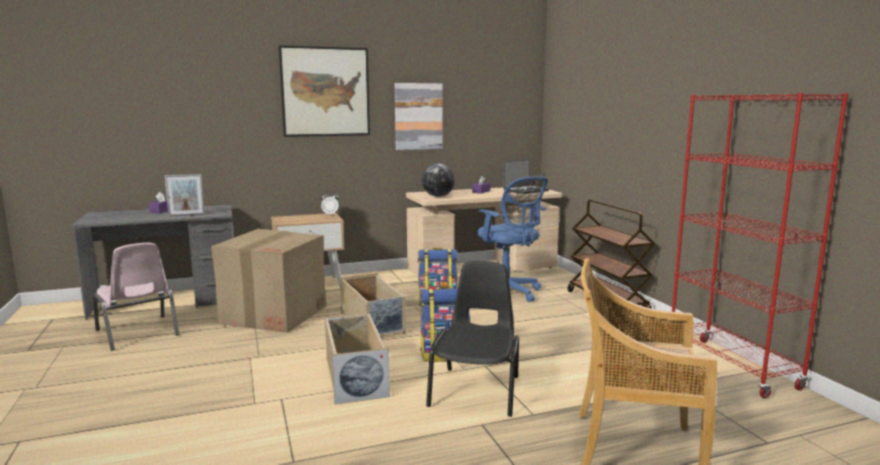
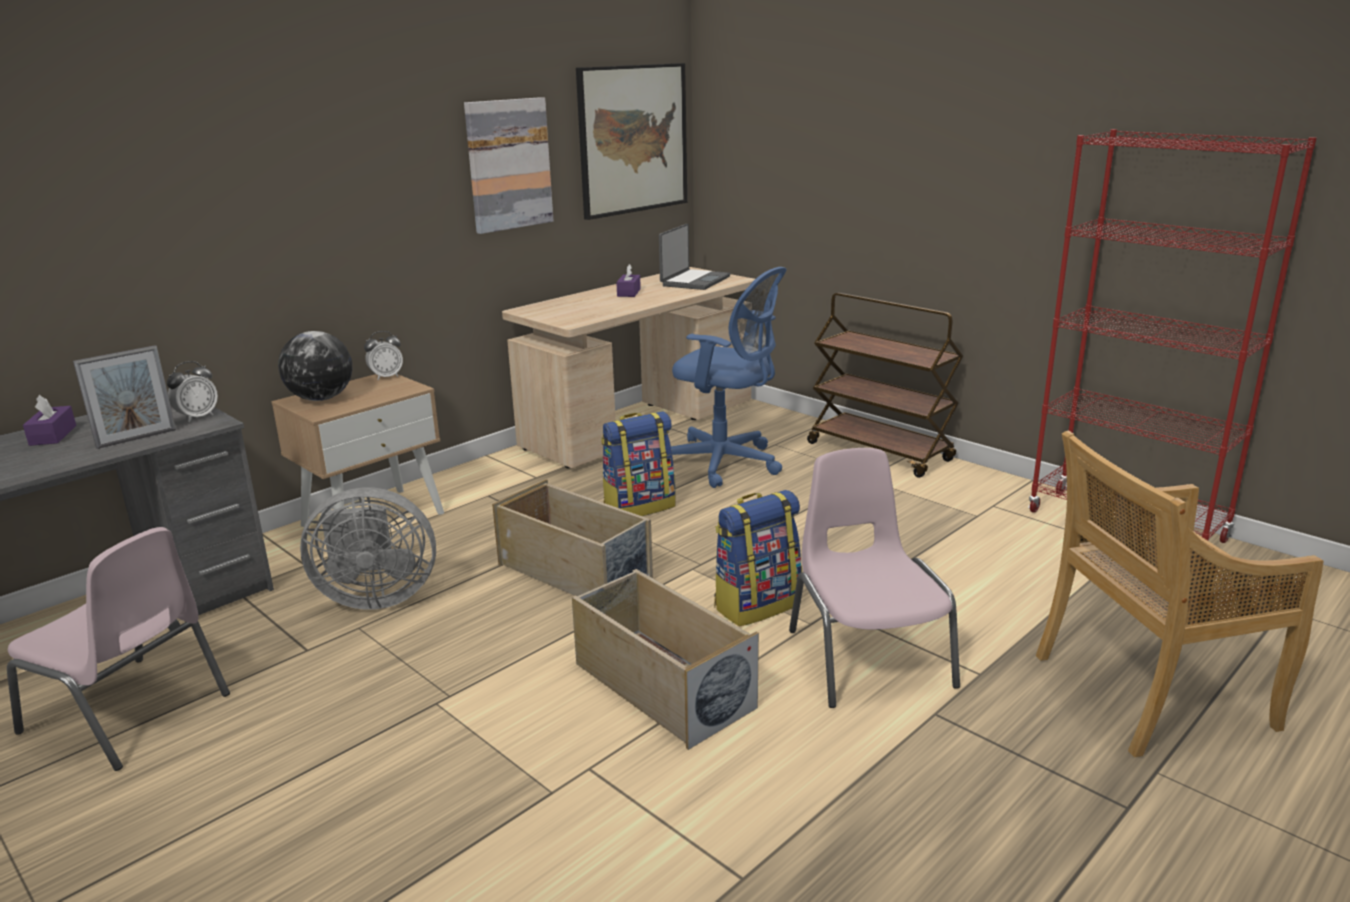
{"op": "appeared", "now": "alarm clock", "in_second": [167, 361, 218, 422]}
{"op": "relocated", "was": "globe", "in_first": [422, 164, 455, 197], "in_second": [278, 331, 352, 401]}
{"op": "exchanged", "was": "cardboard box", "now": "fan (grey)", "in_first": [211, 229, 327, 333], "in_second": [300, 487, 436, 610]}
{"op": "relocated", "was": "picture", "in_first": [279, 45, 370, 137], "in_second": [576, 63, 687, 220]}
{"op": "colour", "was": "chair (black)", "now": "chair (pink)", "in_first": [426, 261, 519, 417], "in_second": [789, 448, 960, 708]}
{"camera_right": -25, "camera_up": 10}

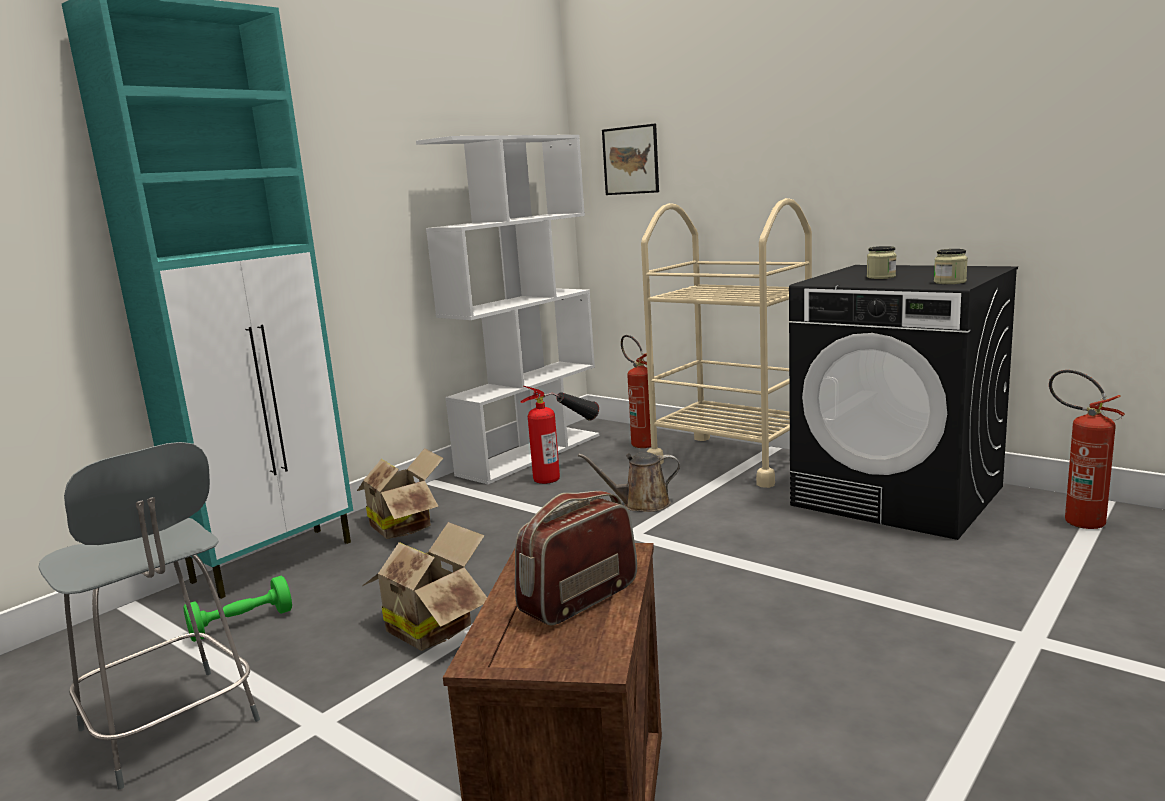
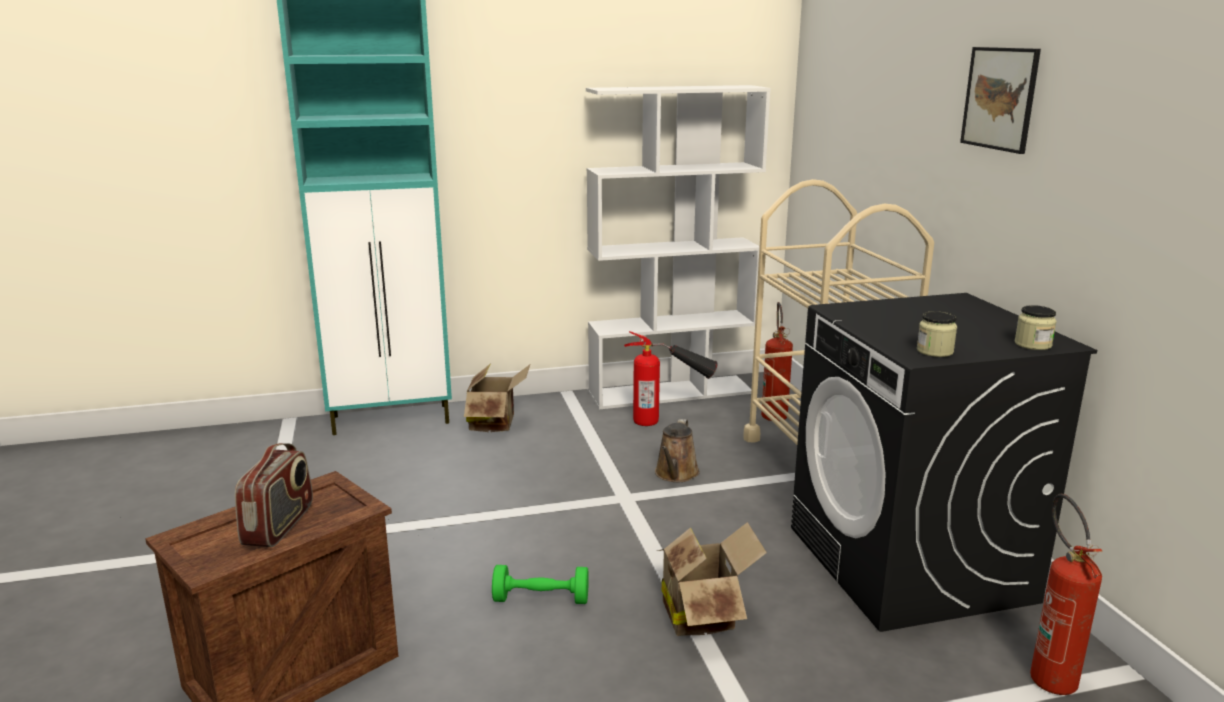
{"op": "spun", "was": "radio", "in_first": [515, 491, 637, 626], "in_second": [235, 443, 313, 547], "clockwise": 105}
{"op": "relocated", "was": "dumbbell (green)", "in_first": [183, 576, 292, 642], "in_second": [492, 565, 589, 604]}
{"op": "spun", "was": "watering can (brown)", "in_first": [578, 452, 680, 512], "in_second": [655, 419, 700, 482], "clockwise": -105}
{"op": "relocated", "was": "cardboard box", "in_first": [361, 522, 487, 651], "in_second": [657, 522, 767, 636]}
{"op": "relocated", "was": "picture", "in_first": [602, 124, 659, 195], "in_second": [960, 47, 1041, 154]}
{"op": "relocated", "was": "jar", "in_first": [867, 246, 896, 279], "in_second": [1015, 305, 1057, 350]}
{"op": "missing", "was": "chair (grey)", "in_first": [38, 442, 260, 789]}
{"camera_right": 35, "camera_up": 5}

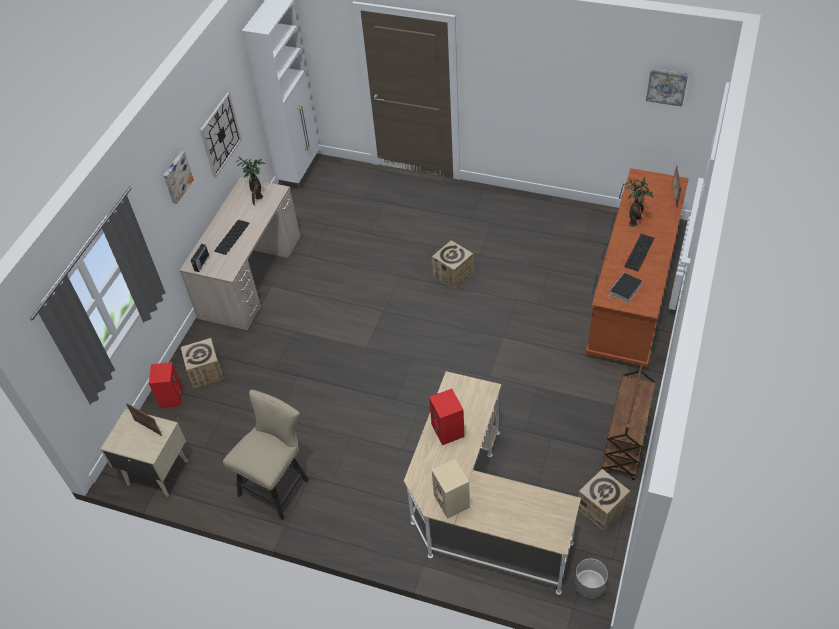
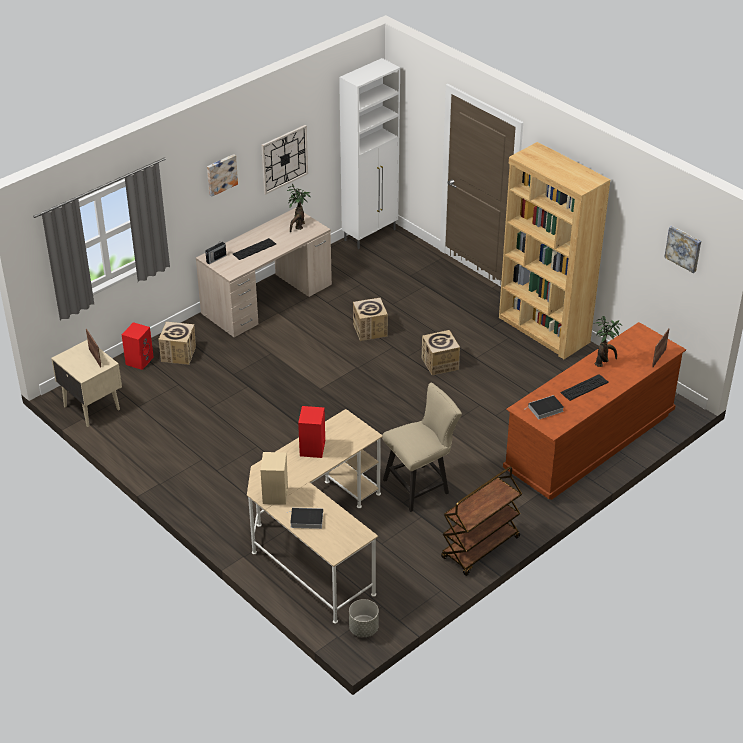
{"op": "appeared", "now": "book", "in_second": [287, 508, 323, 529]}
{"op": "relocated", "was": "cardboard box", "in_first": [578, 469, 630, 531], "in_second": [353, 298, 388, 341]}
{"op": "relocated", "was": "chair (beige)", "in_first": [223, 390, 309, 520], "in_second": [382, 383, 462, 512]}
{"op": "appeared", "now": "bookcase (brown)", "in_second": [499, 142, 611, 359]}
{"camera_right": 25, "camera_up": -10}

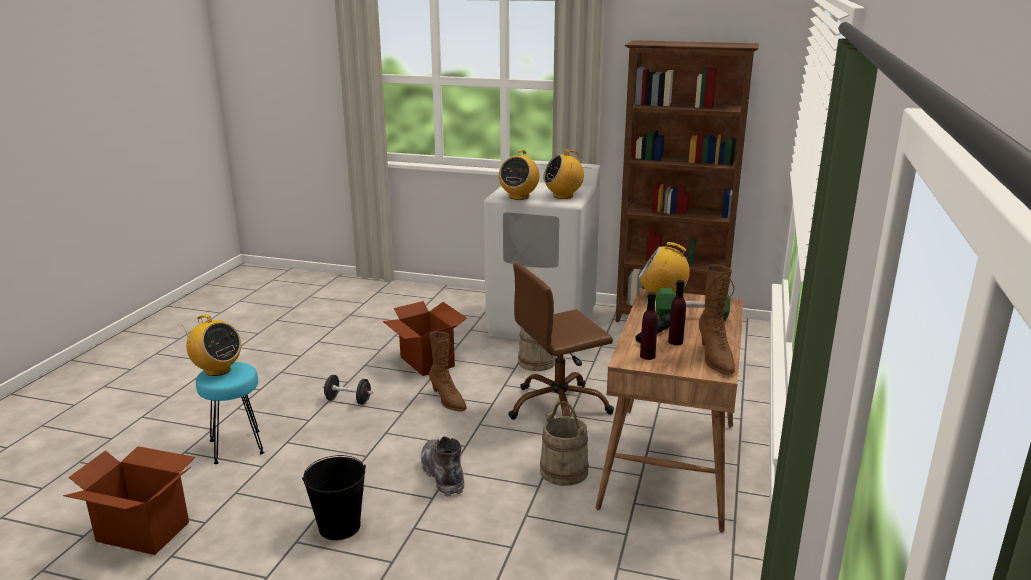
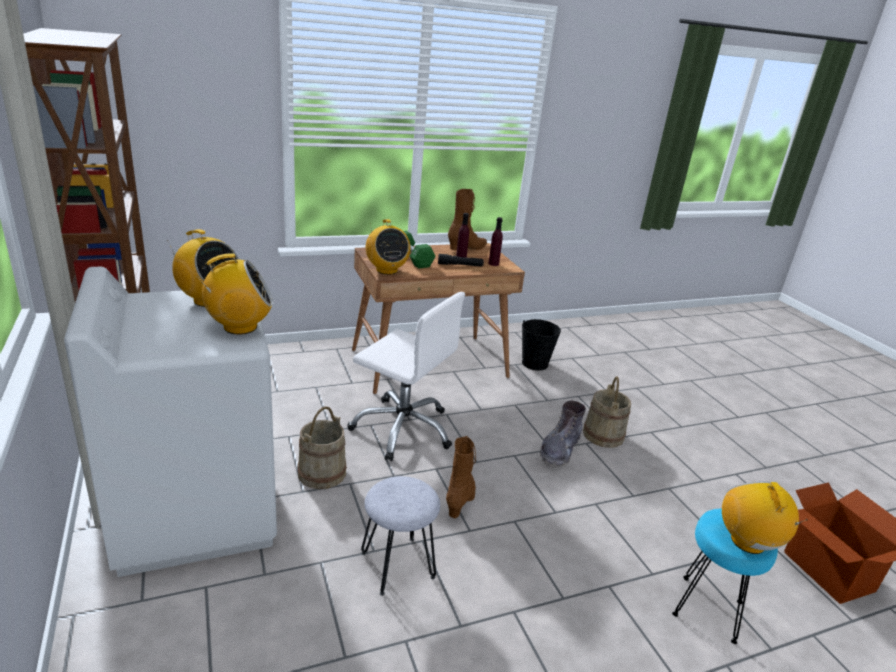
{"op": "colour", "was": "office chair (brown)", "now": "office chair (white)", "in_first": [508, 263, 614, 420], "in_second": [348, 292, 465, 461]}
{"op": "exchanged", "was": "cardboard box", "now": "stool (grey)", "in_first": [382, 301, 467, 376], "in_second": [361, 476, 440, 596]}
{"op": "relocated", "was": "bucket (black)", "in_first": [302, 455, 366, 540], "in_second": [522, 319, 561, 370]}
{"op": "relocated", "was": "bucket (beige)", "in_first": [540, 401, 589, 486], "in_second": [583, 376, 631, 448]}
{"op": "missing", "was": "dumbbell (black)", "in_first": [322, 375, 373, 405]}
{"camera_right": -130, "camera_up": 5}

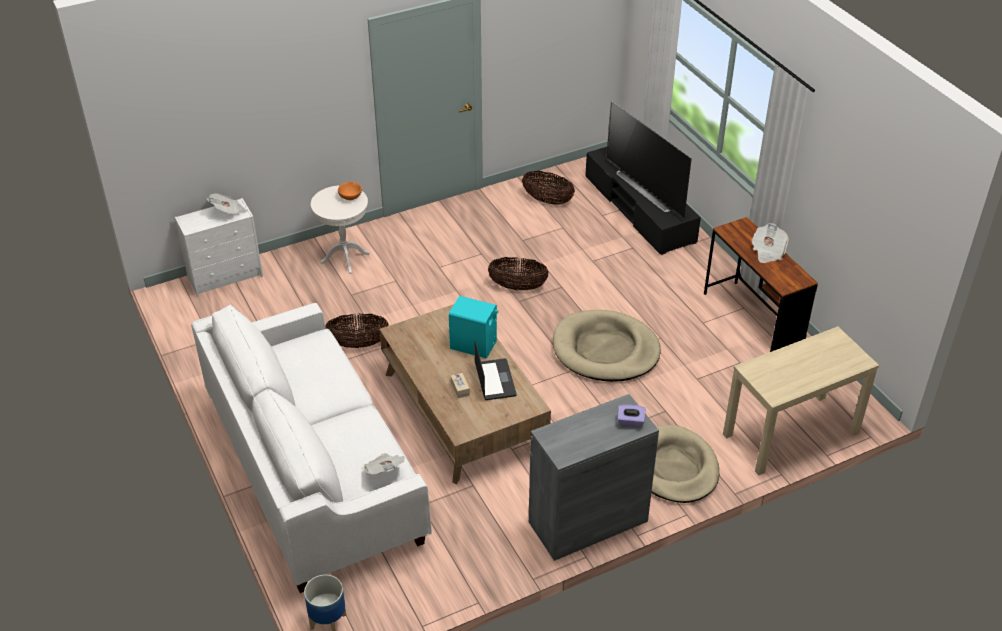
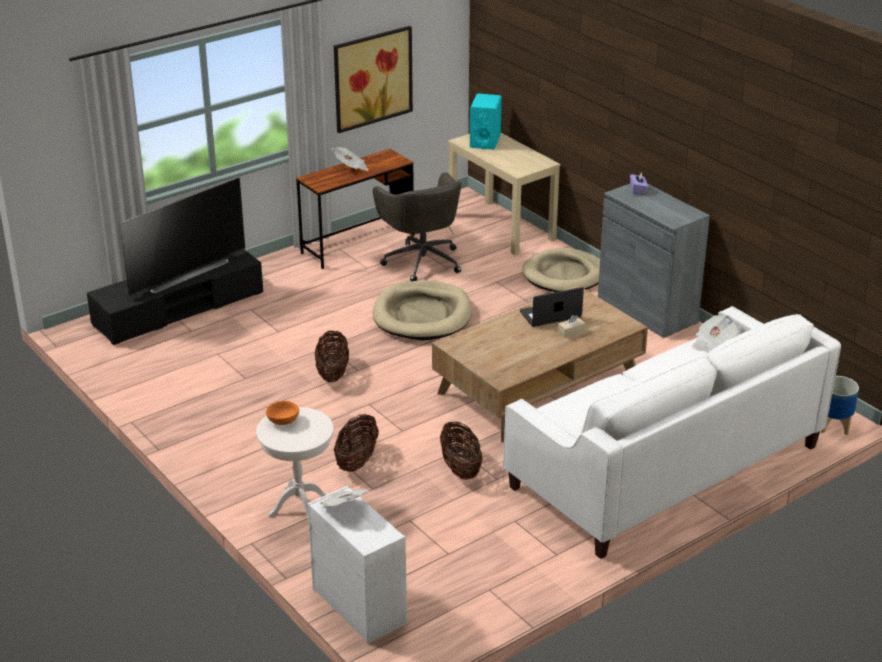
{"op": "appeared", "now": "picture", "in_second": [334, 26, 413, 133]}
{"op": "relocated", "was": "basket", "in_first": [522, 171, 575, 204], "in_second": [334, 414, 379, 472]}
{"op": "appeared", "now": "office chair (grey)", "in_second": [373, 173, 462, 281]}
{"op": "relocated", "was": "speaker (turquoise)", "in_first": [449, 296, 498, 358], "in_second": [470, 93, 502, 150]}
{"camera_right": -100, "camera_up": -10}

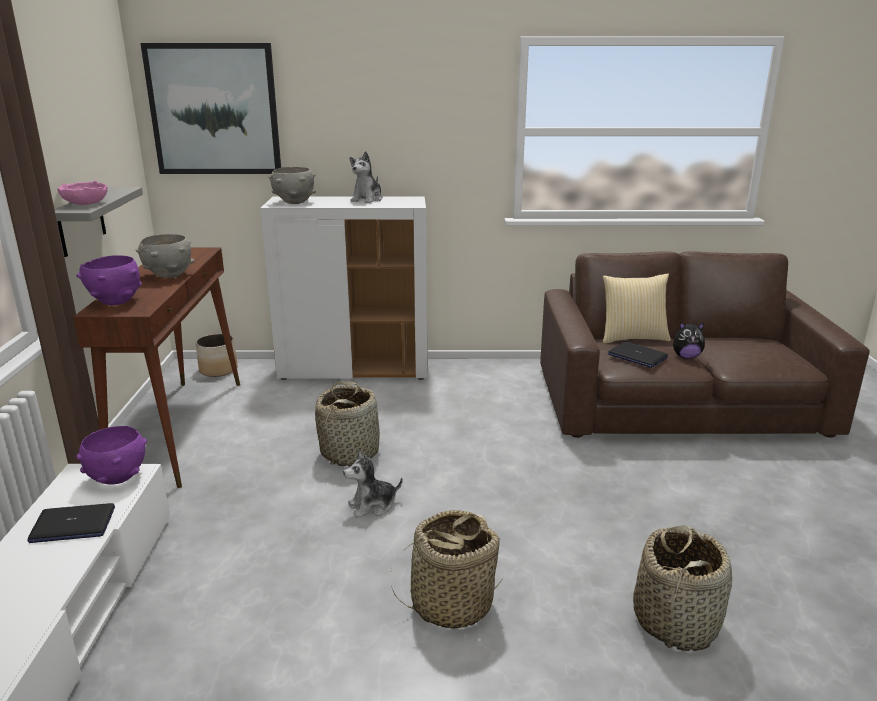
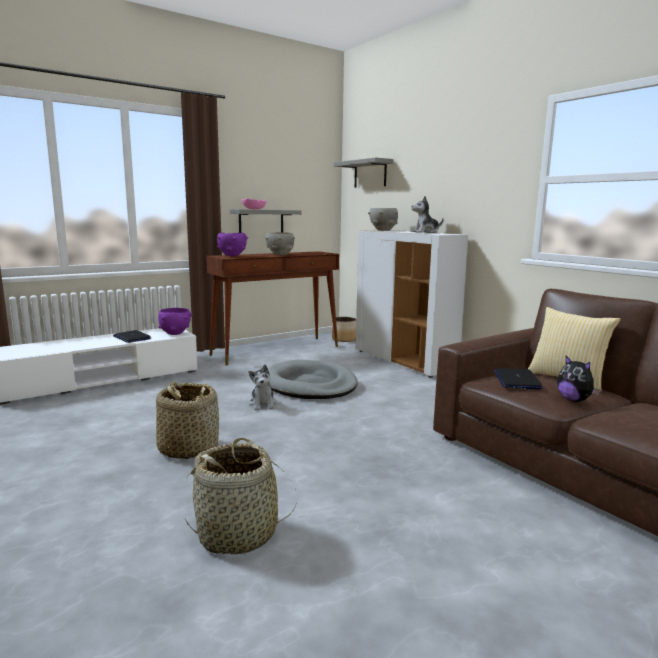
{"op": "spun", "was": "plush toy", "in_first": [343, 451, 402, 518], "in_second": [248, 365, 276, 410], "clockwise": -135}
{"op": "exchanged", "was": "basket", "now": "dog bed (grey)", "in_first": [315, 381, 380, 466], "in_second": [268, 360, 358, 399]}
{"op": "exchanged", "was": "picture", "now": "shelf (grey)", "in_first": [140, 43, 281, 174], "in_second": [334, 157, 393, 188]}
{"camera_right": 55, "camera_up": -10}

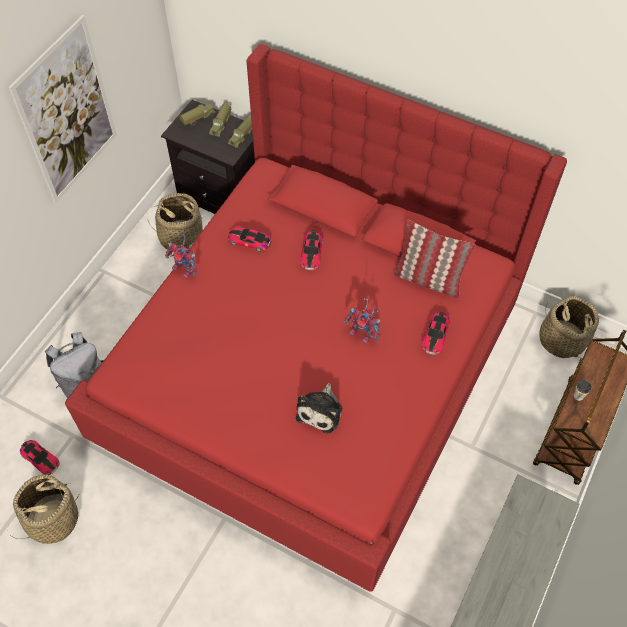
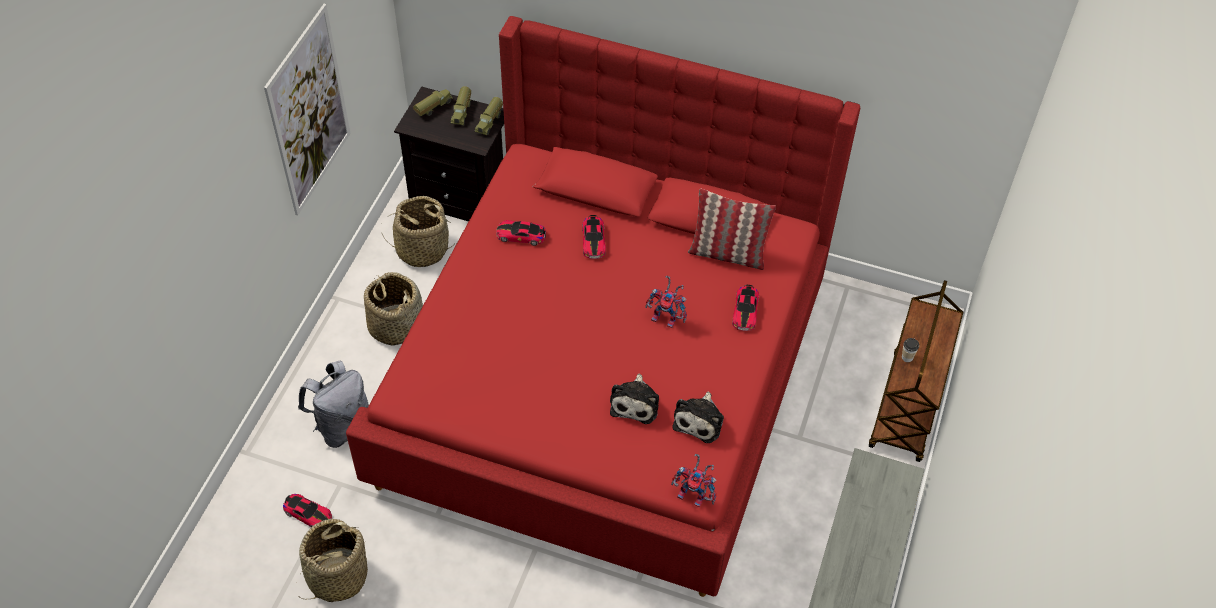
{"op": "relocated", "was": "basket", "in_first": [539, 296, 599, 358], "in_second": [364, 272, 423, 345]}
{"op": "relocated", "was": "toy robot", "in_first": [165, 233, 197, 278], "in_second": [671, 454, 717, 507]}
{"op": "appeared", "now": "plush toy", "in_second": [672, 392, 724, 443]}
{"camera_right": -10, "camera_up": -5}

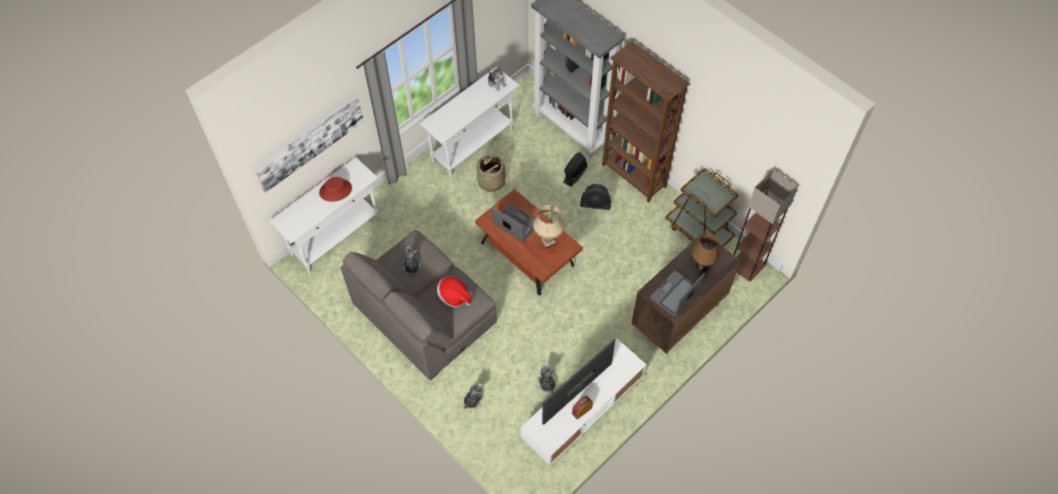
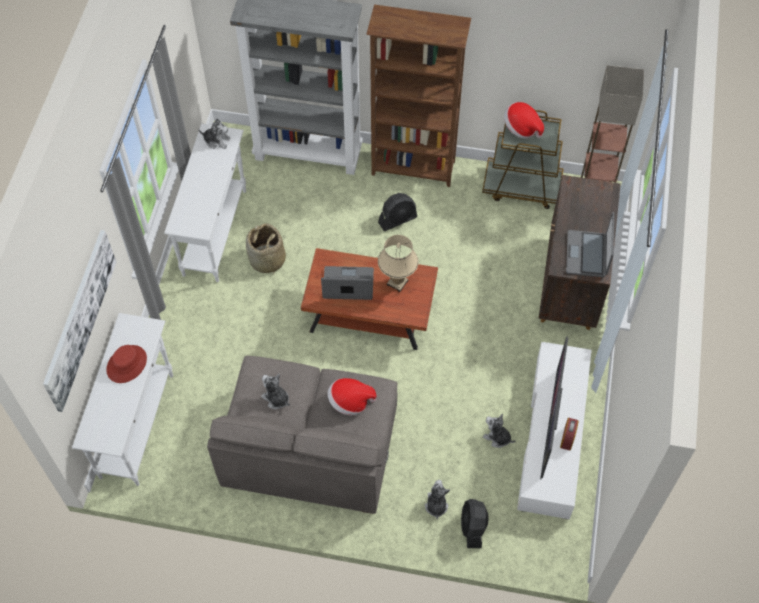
{"op": "relocated", "was": "fan (black)", "in_first": [563, 152, 587, 187], "in_second": [461, 499, 489, 548]}
{"op": "appeared", "now": "hat", "in_second": [504, 102, 544, 139]}
{"op": "missing", "was": "table lamp (brown)", "in_first": [686, 234, 719, 274]}
{"camera_right": -35, "camera_up": 0}

